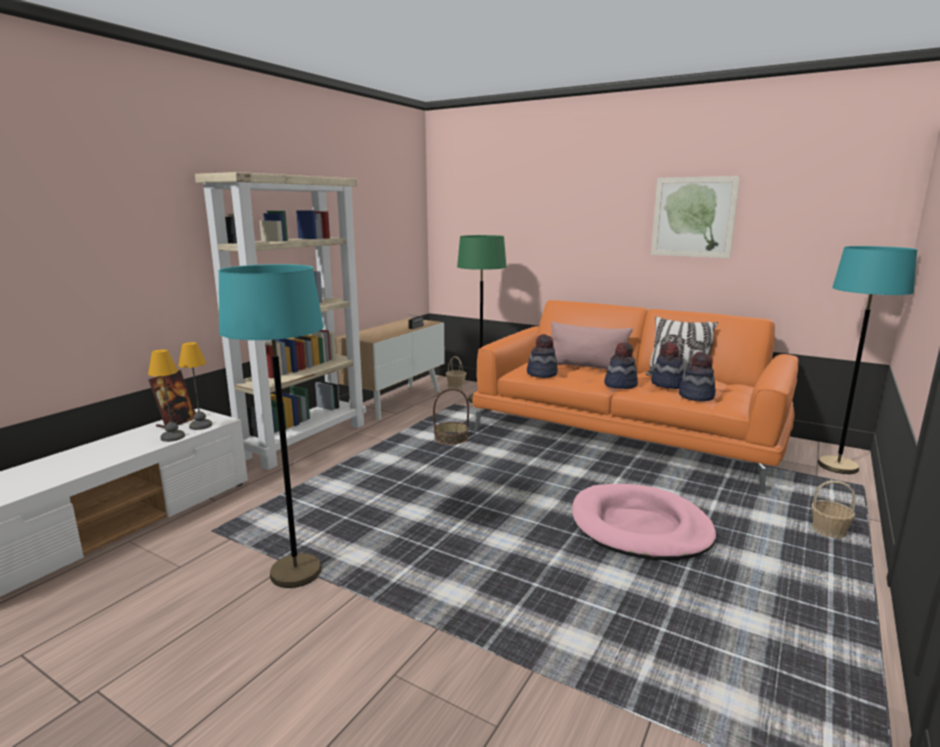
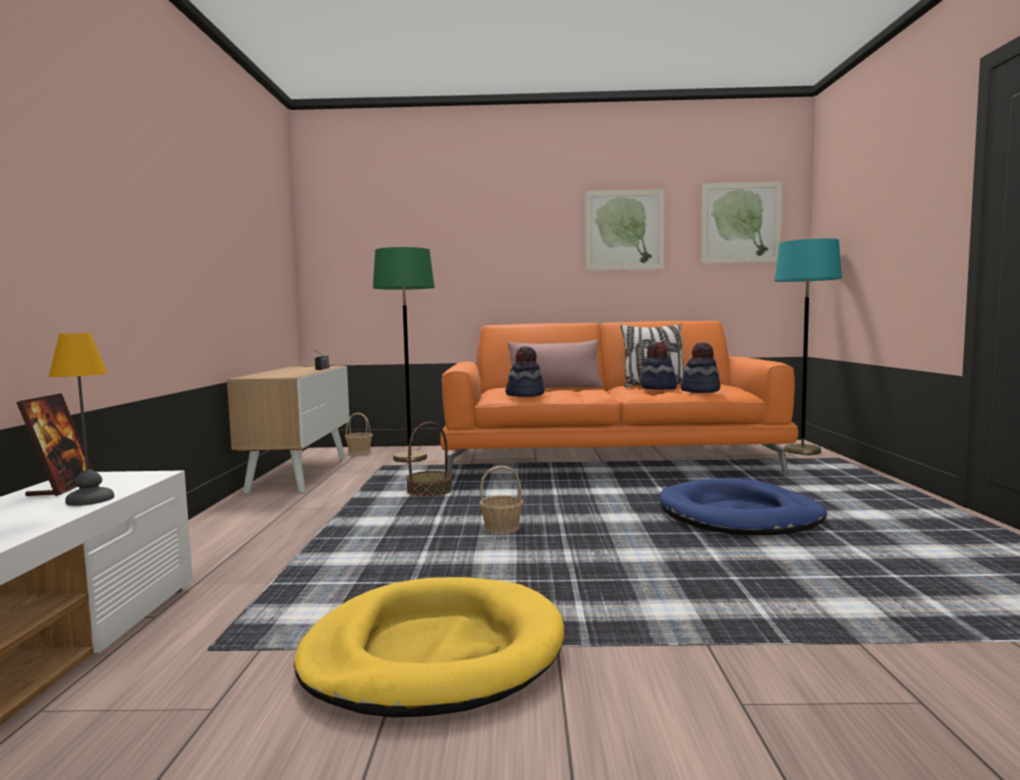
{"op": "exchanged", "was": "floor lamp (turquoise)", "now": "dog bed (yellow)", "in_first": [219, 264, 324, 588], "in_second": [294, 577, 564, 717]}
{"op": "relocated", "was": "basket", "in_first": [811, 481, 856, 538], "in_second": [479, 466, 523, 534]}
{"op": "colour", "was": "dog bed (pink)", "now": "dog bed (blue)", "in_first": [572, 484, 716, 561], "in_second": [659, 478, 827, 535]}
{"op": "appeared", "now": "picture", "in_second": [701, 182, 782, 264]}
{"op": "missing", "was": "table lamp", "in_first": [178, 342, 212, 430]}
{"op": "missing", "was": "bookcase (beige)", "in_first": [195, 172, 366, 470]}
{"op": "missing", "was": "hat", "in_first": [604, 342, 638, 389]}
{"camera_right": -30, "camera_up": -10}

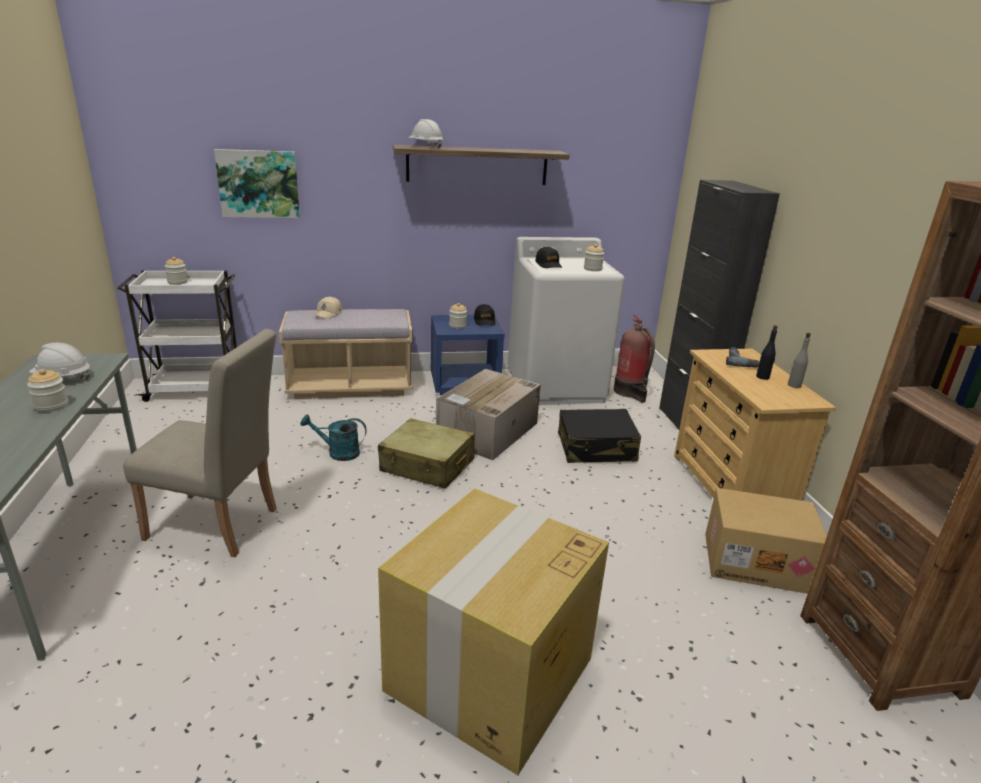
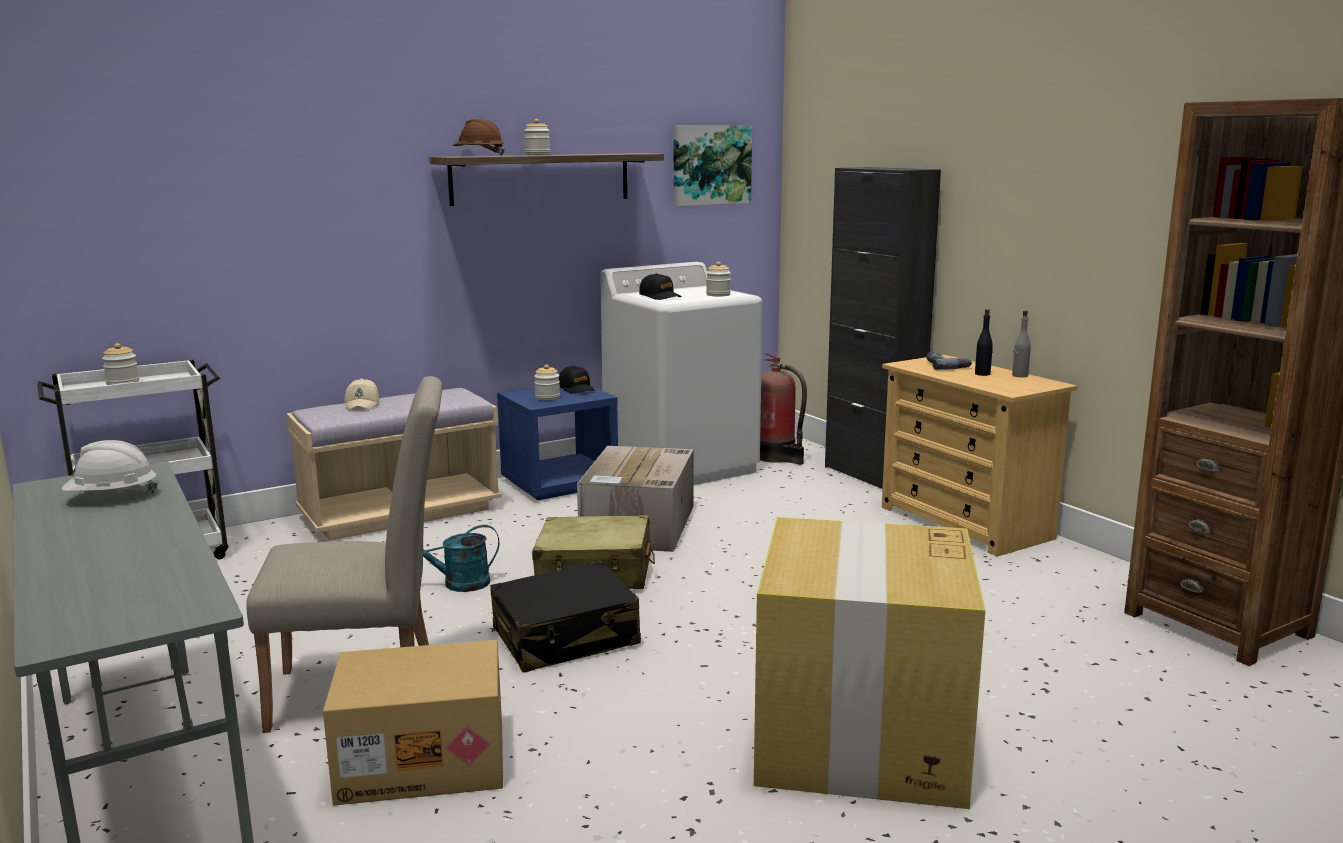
{"op": "relocated", "was": "cardboard box", "in_first": [705, 488, 827, 594], "in_second": [323, 640, 503, 806]}
{"op": "colour", "was": "hard hat (white)", "now": "hard hat (brown)", "in_first": [408, 119, 443, 149], "in_second": [453, 119, 505, 156]}
{"op": "relocated", "was": "suitcase (black)", "in_first": [558, 409, 641, 463], "in_second": [490, 561, 641, 673]}
{"op": "relocated", "was": "jar", "in_first": [27, 369, 68, 412], "in_second": [524, 119, 550, 155]}
{"op": "relocated", "was": "picture", "in_first": [214, 149, 300, 218], "in_second": [673, 125, 752, 206]}
{"camera_right": -20, "camera_up": -10}

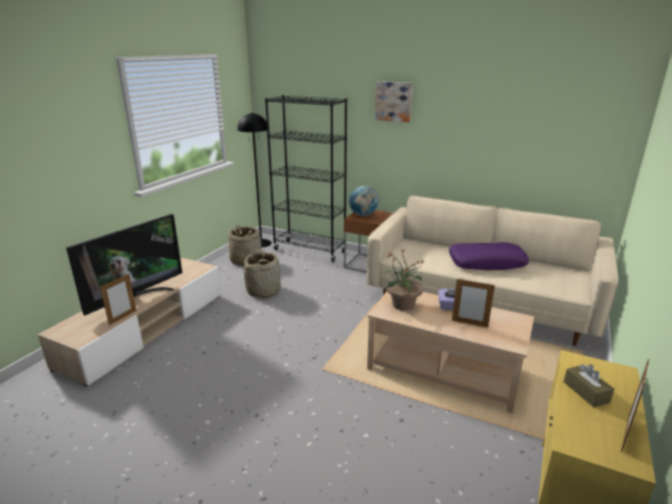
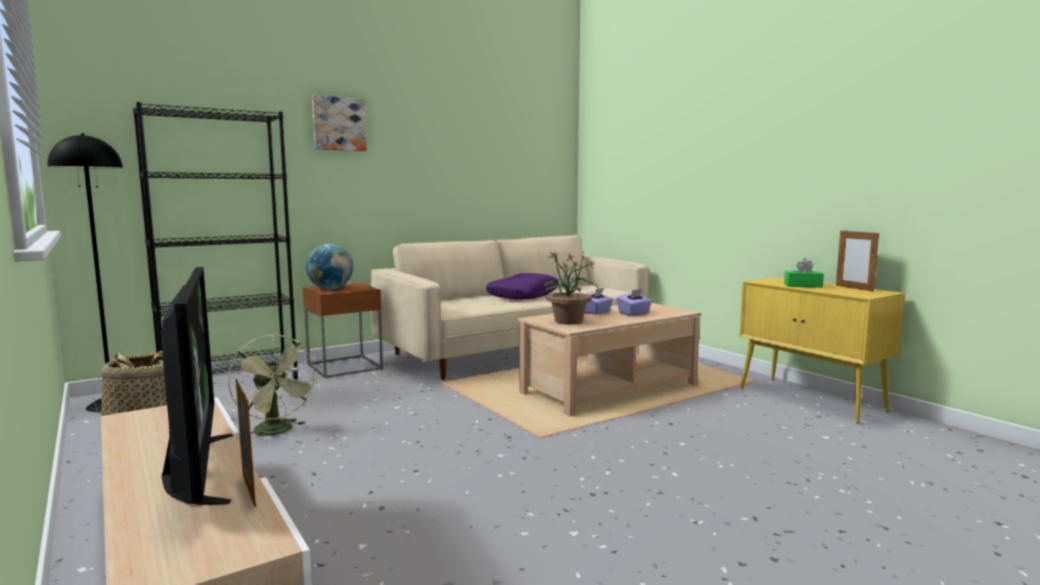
{"op": "exchanged", "was": "basket", "now": "fan (green)", "in_first": [244, 250, 281, 298], "in_second": [228, 335, 318, 439]}
{"op": "exchanged", "was": "picture frame", "now": "tissue box (purple)", "in_first": [452, 279, 495, 327], "in_second": [617, 289, 652, 316]}
{"op": "colour", "was": "tissue box (brown)", "now": "tissue box (green)", "in_first": [564, 364, 614, 407], "in_second": [784, 258, 824, 288]}
{"camera_right": -60, "camera_up": -15}

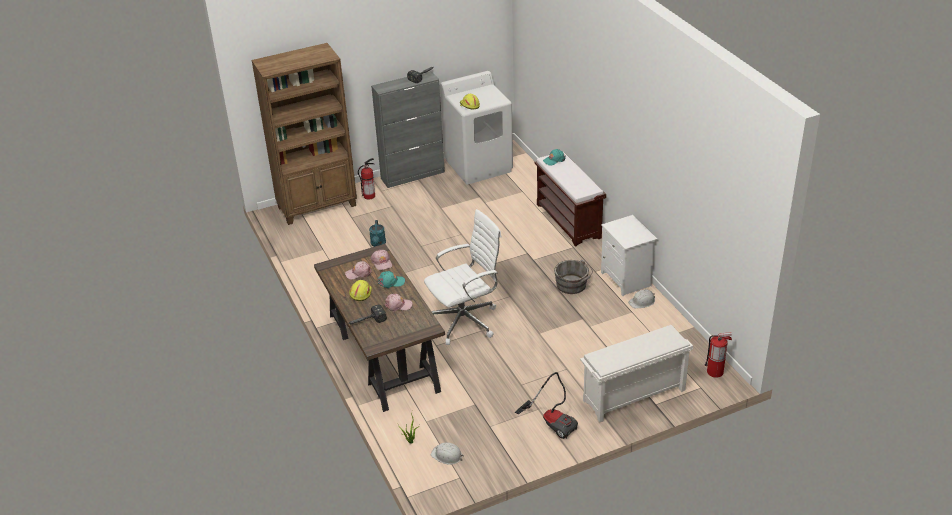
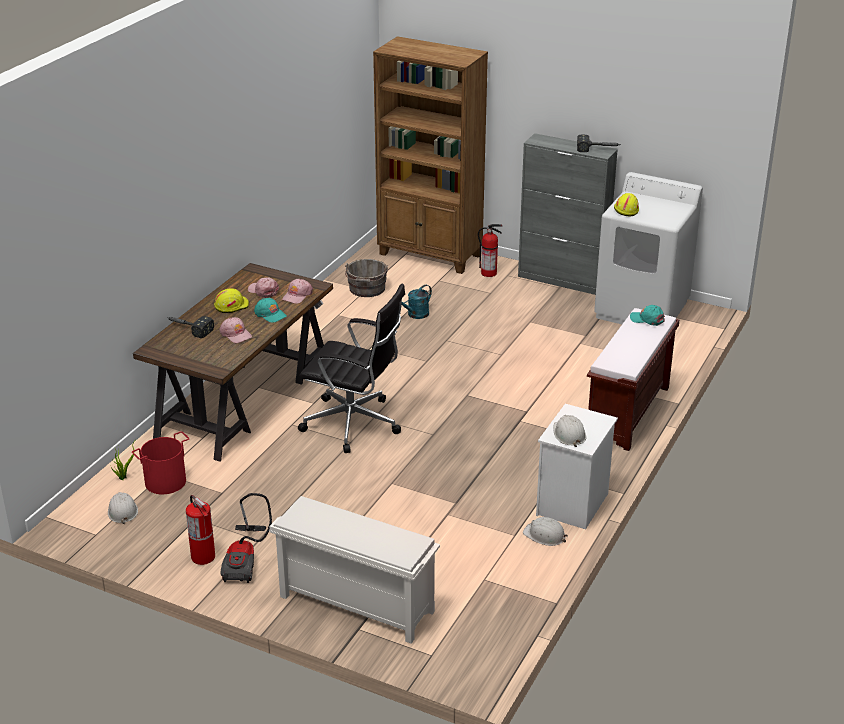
{"op": "appeared", "now": "bucket (red)", "in_second": [132, 431, 189, 494]}
{"op": "relocated", "was": "fire extinguisher", "in_first": [705, 332, 732, 378], "in_second": [186, 495, 215, 565]}
{"op": "colour", "was": "office chair (white)", "now": "office chair (black)", "in_first": [424, 209, 501, 345], "in_second": [298, 284, 405, 453]}
{"op": "relocated", "was": "bucket (grey)", "in_first": [554, 259, 593, 294], "in_second": [345, 259, 388, 297]}
{"op": "appeared", "now": "hard hat (white)", "in_second": [554, 415, 587, 447]}
{"camera_right": 50, "camera_up": -5}

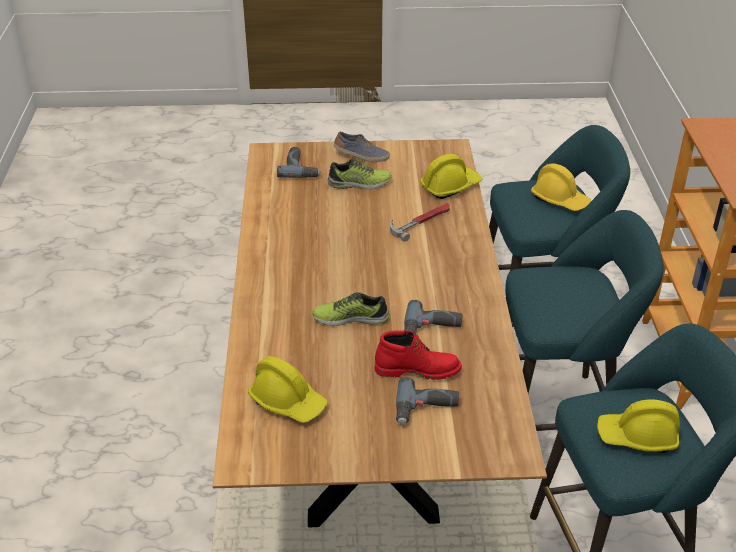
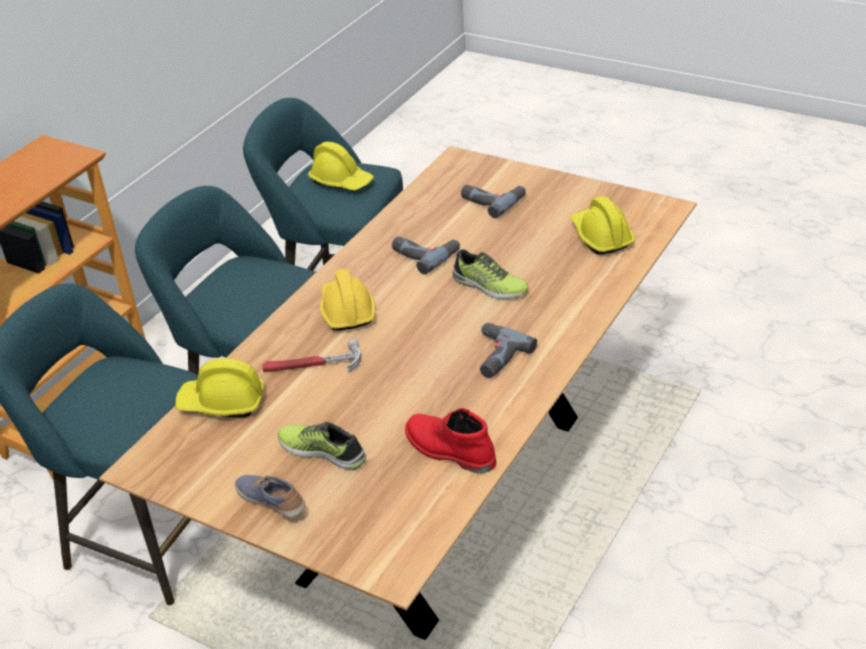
{"op": "relocated", "was": "hard hat (yellow)", "in_first": [531, 164, 591, 211], "in_second": [320, 269, 375, 330]}
{"op": "relocated", "was": "boot (red)", "in_first": [375, 330, 462, 380], "in_second": [405, 408, 496, 473]}
{"op": "relocated", "was": "power drill", "in_first": [277, 147, 321, 178], "in_second": [480, 323, 537, 378]}
{"camera_right": -145, "camera_up": 0}

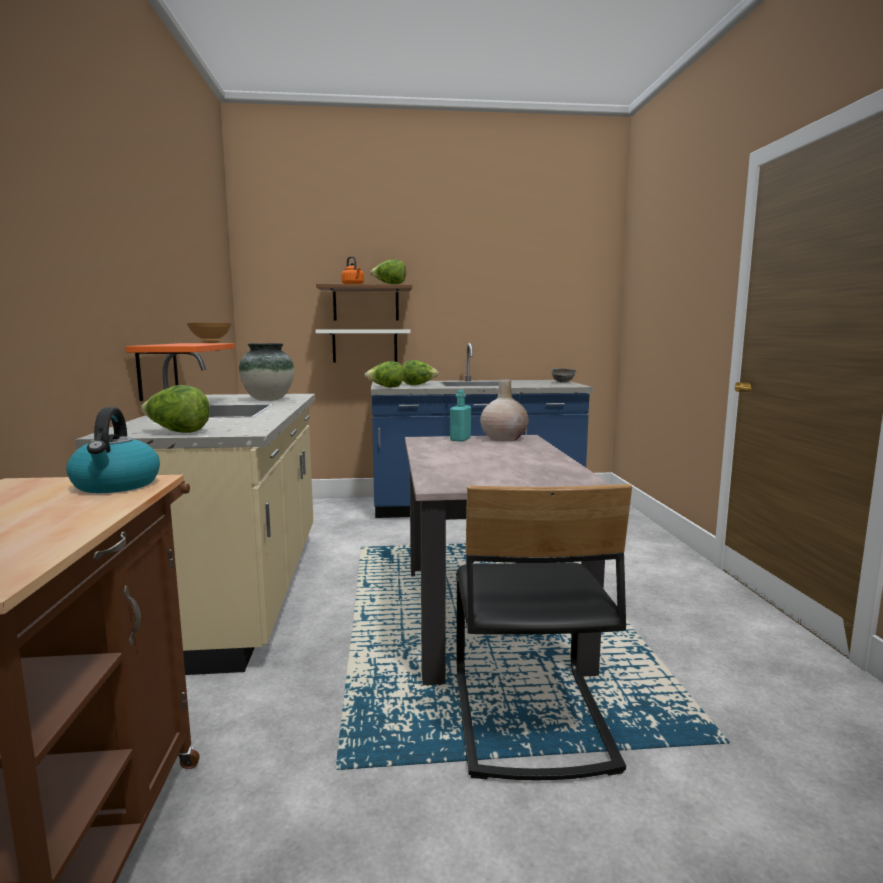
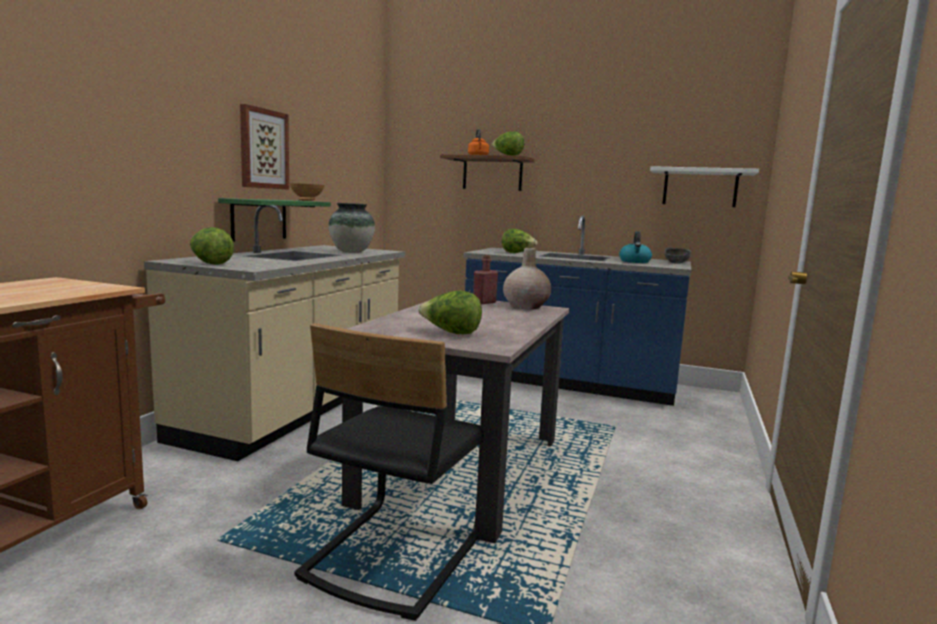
{"op": "colour", "was": "shelf (orange)", "now": "shelf (green)", "in_first": [126, 343, 235, 401], "in_second": [218, 198, 331, 242]}
{"op": "appeared", "now": "picture", "in_second": [240, 104, 289, 189]}
{"op": "relocated", "was": "lettuce", "in_first": [365, 361, 404, 388], "in_second": [418, 290, 482, 334]}
{"op": "colour", "was": "bottle (turquoise)", "now": "bottle (red)", "in_first": [450, 390, 471, 442], "in_second": [473, 255, 498, 304]}
{"op": "relocated", "was": "kettle", "in_first": [66, 407, 160, 493], "in_second": [619, 231, 652, 263]}
{"op": "relocated", "was": "shelf (white)", "in_first": [315, 329, 411, 362], "in_second": [650, 166, 759, 207]}
{"camera_right": 25, "camera_up": 0}

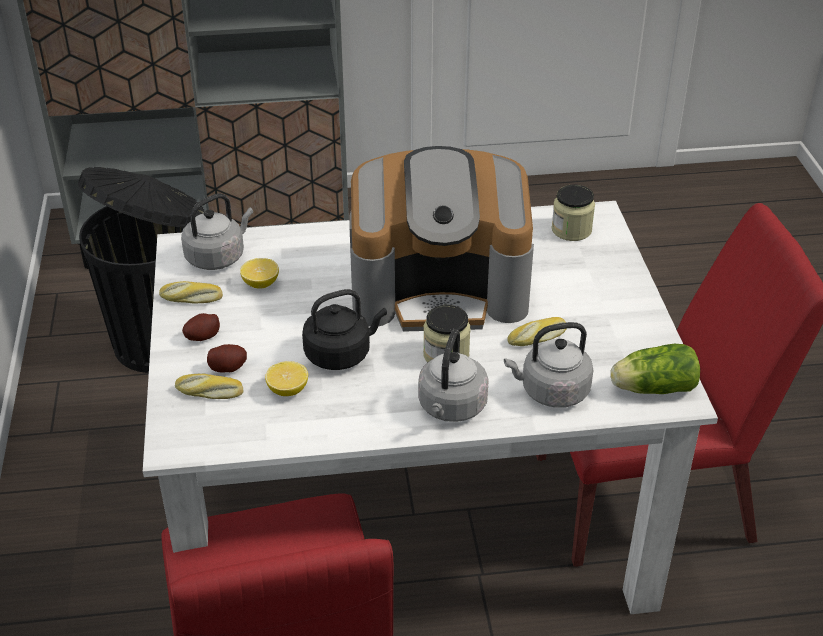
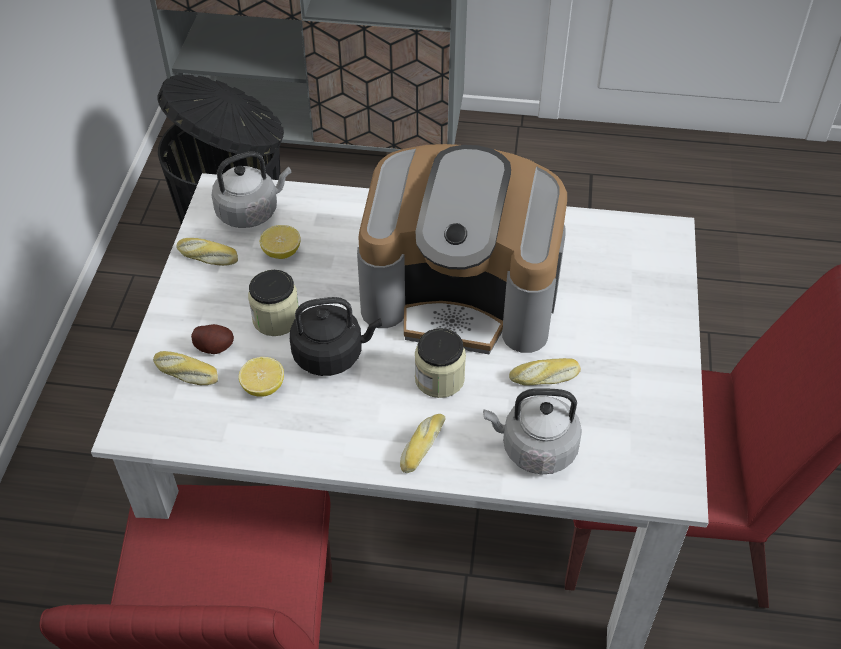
{"op": "relocated", "was": "jar", "in_first": [551, 185, 595, 241], "in_second": [248, 270, 299, 336]}
{"op": "exchanged", "was": "kettle (grey)", "now": "bread", "in_first": [418, 329, 489, 422], "in_second": [400, 414, 446, 473]}
{"op": "missing", "was": "potato", "in_first": [182, 313, 220, 341]}
{"op": "missing", "was": "lettuce", "in_first": [610, 344, 700, 394]}
{"camera_right": 15, "camera_up": 10}

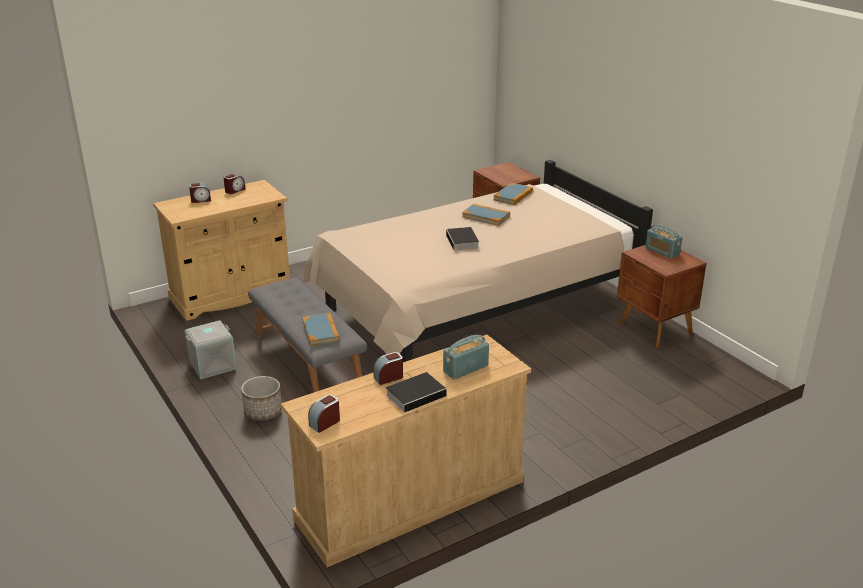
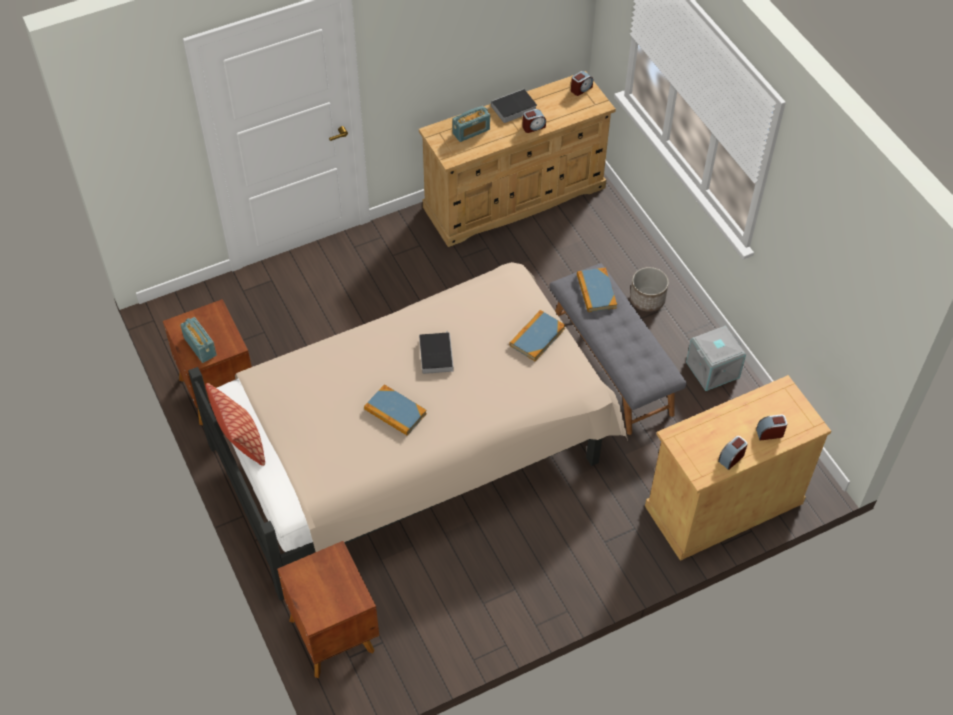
{"op": "appeared", "now": "pillow", "in_second": [205, 383, 265, 466]}
{"op": "relocated", "was": "book", "in_first": [493, 183, 533, 205], "in_second": [509, 310, 565, 361]}
{"camera_right": -175, "camera_up": 25}

